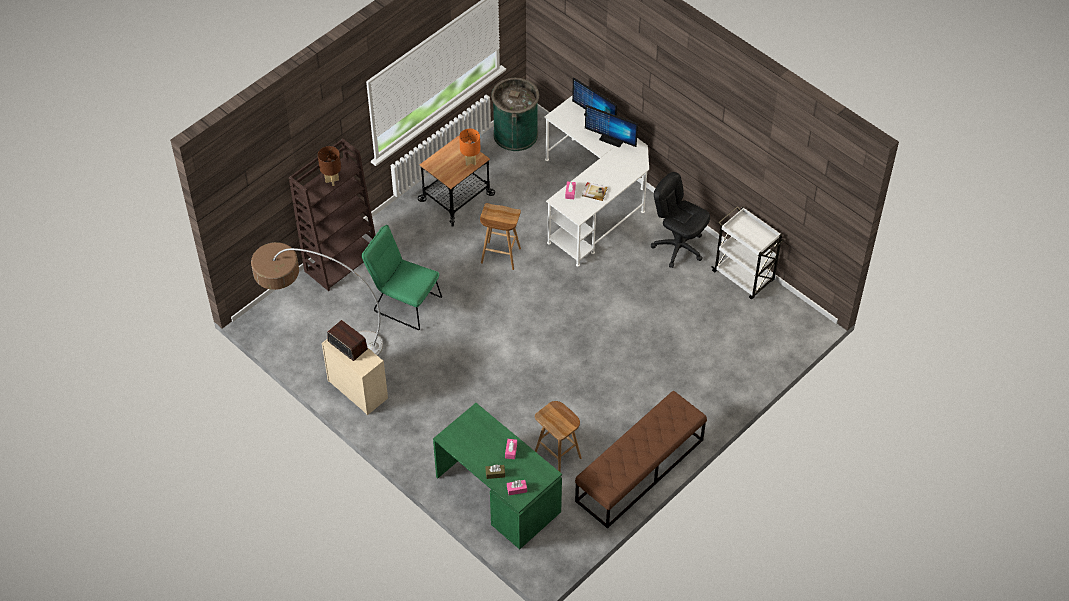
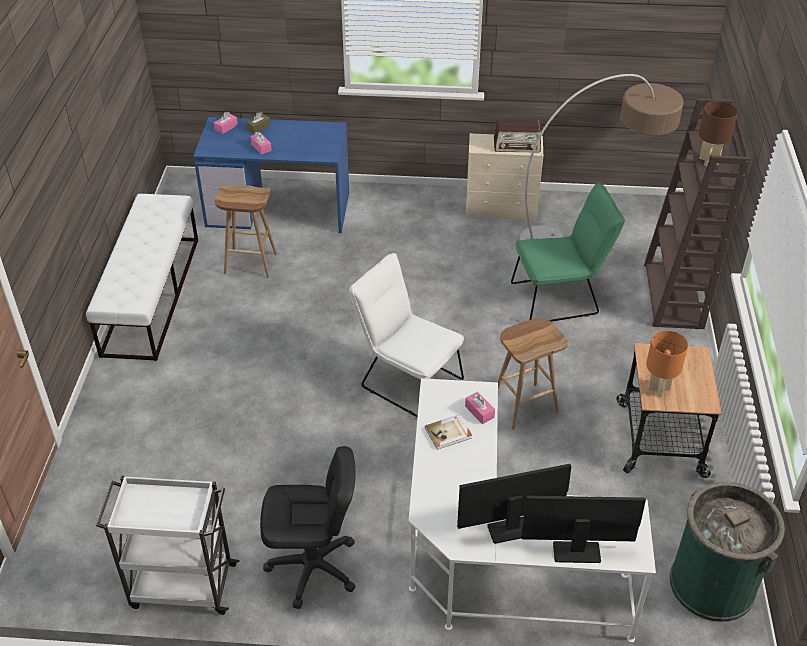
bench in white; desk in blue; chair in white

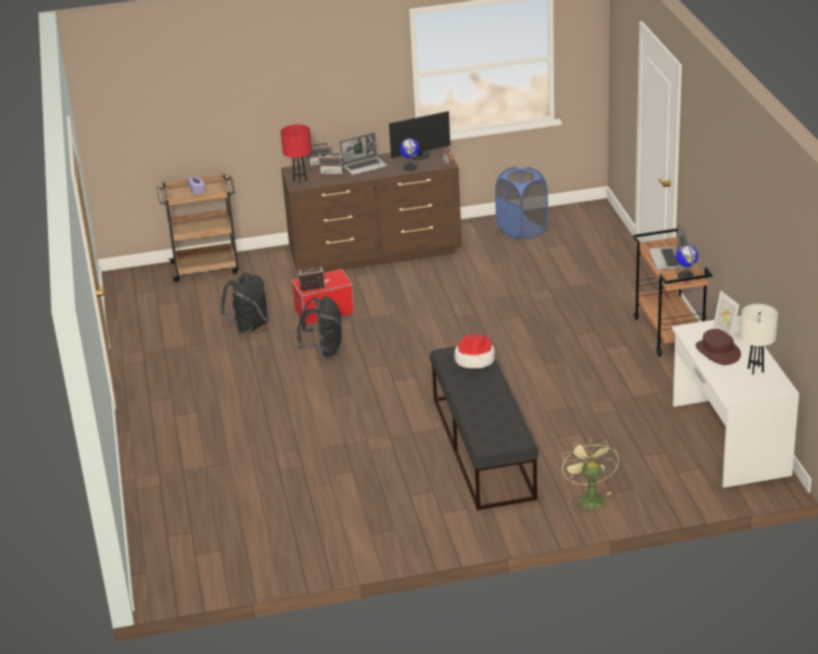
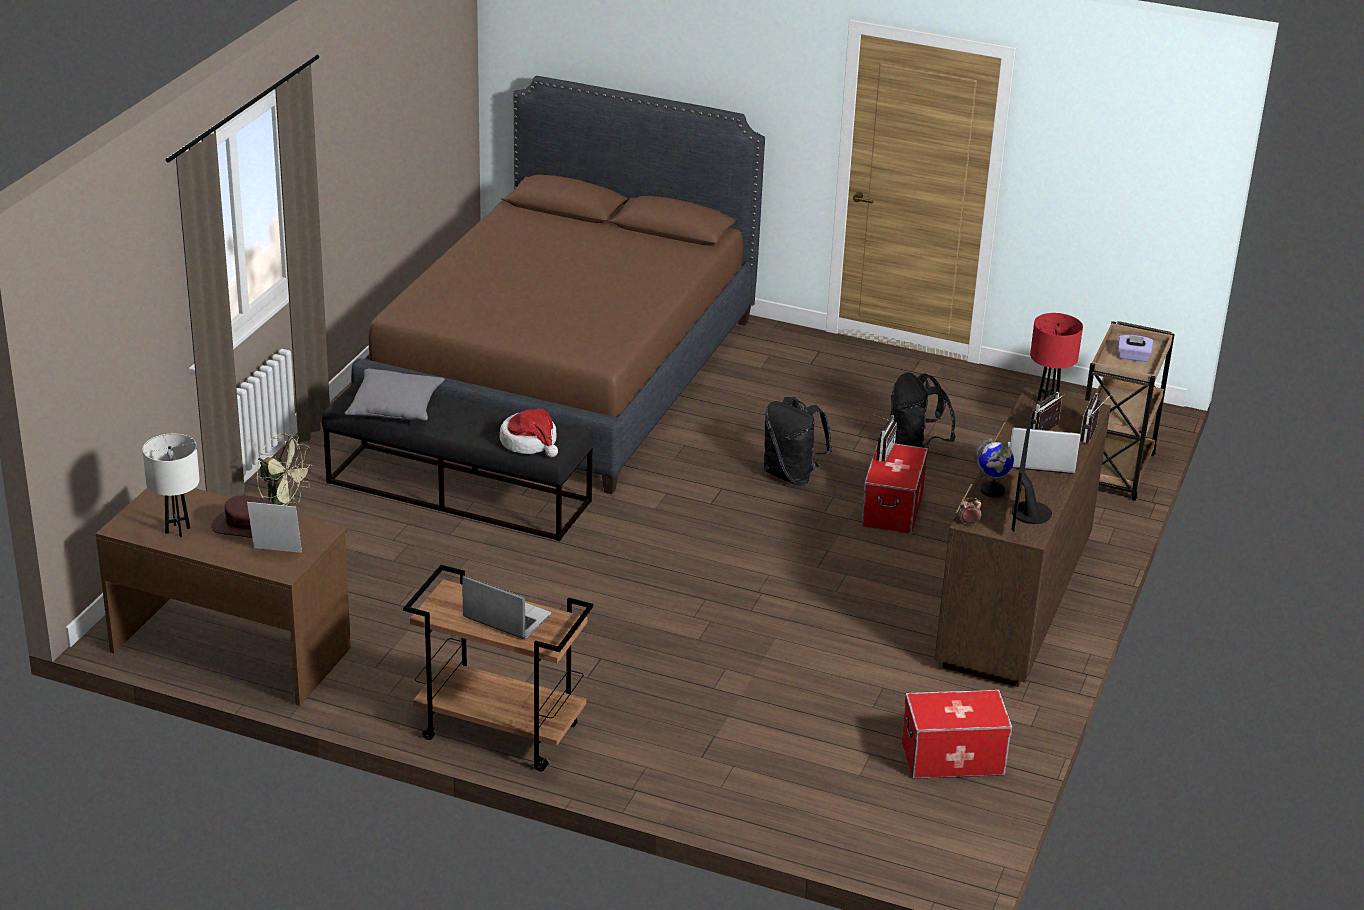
laptop (no. 2 from left); storage box (no. 2 from left); globe (no. 2 from left in the first image); desk in brown; bed in brown; pillow in grey

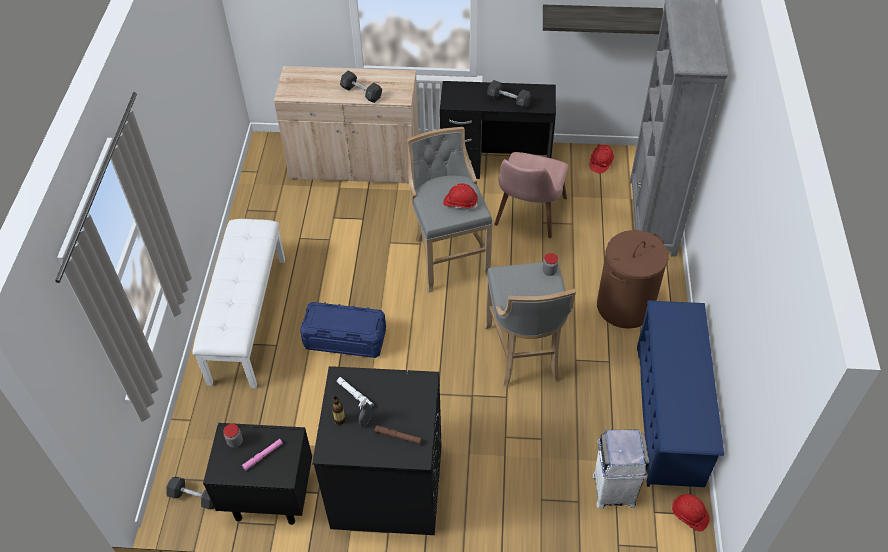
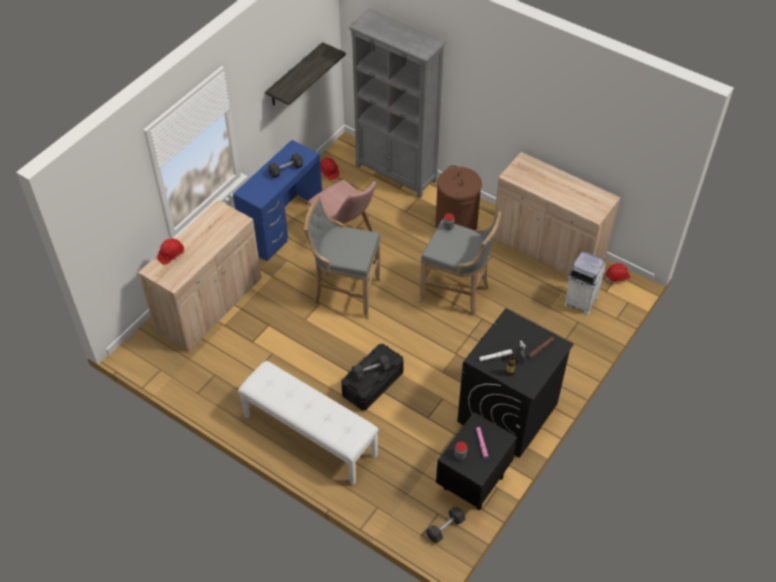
dumbbell in grey (no. 2 from left); desk in blue; hard hat in red (no. 1 from left); cabinet in beige (no. 2 from left); storage box in black

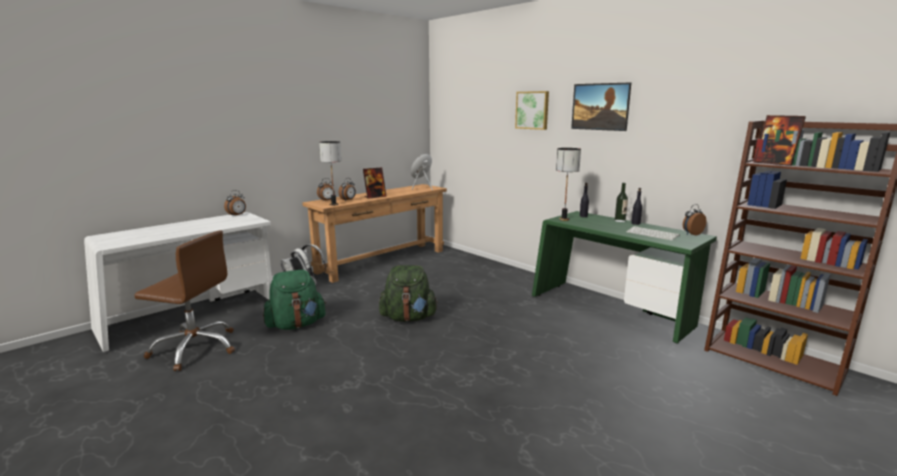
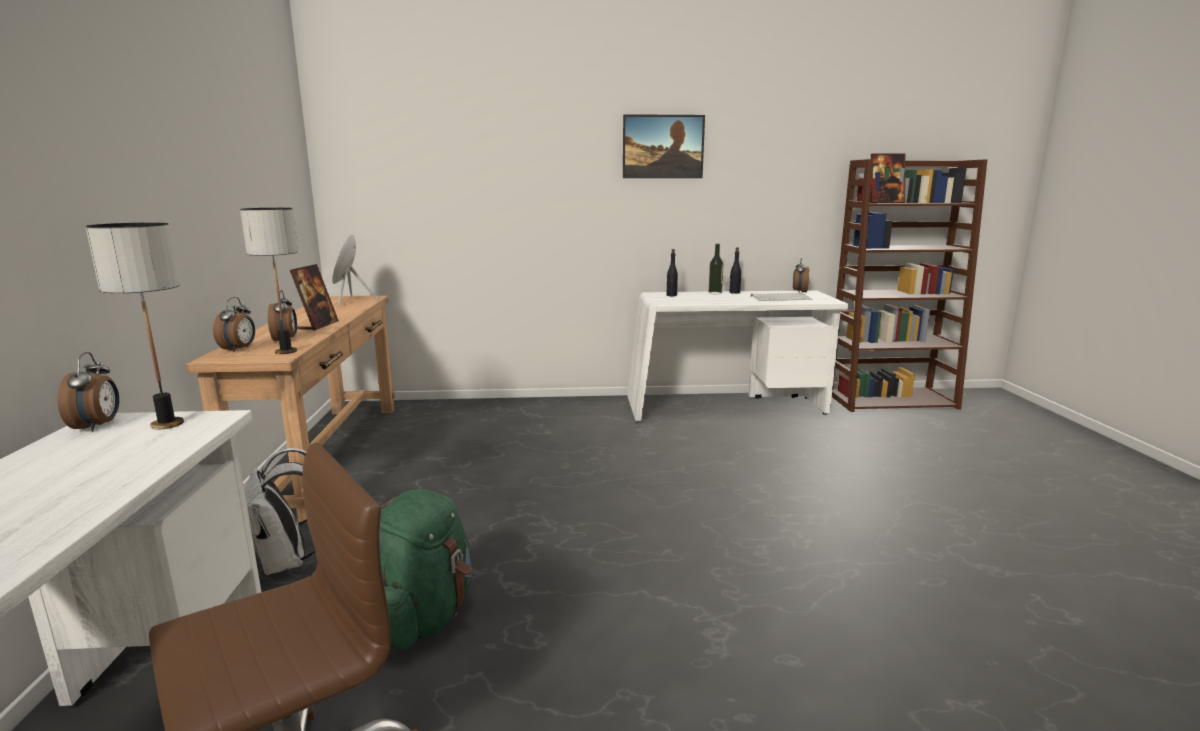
picture (no. 1 from left in the first image); table lamp (no. 1 from left); desk in white (no. 2 from left); backpack in green (no. 2 from left in the first image)

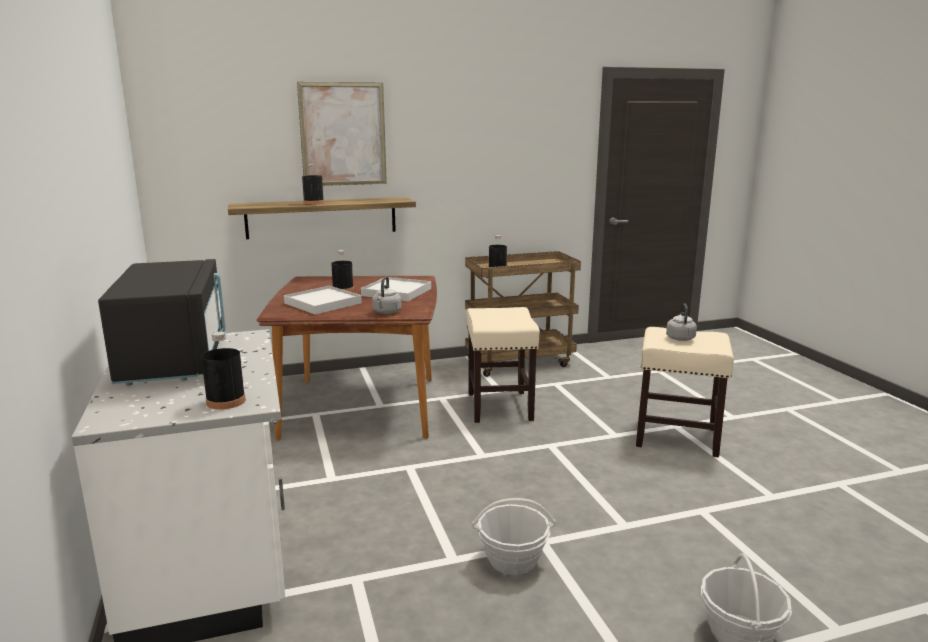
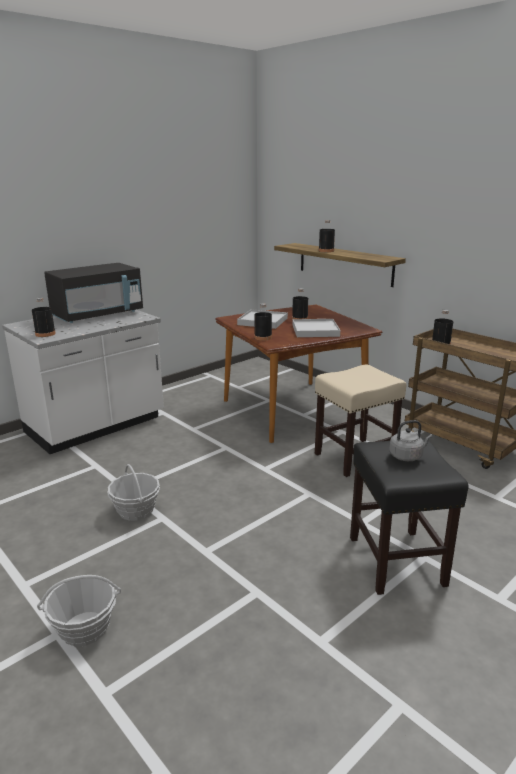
picture; bottle in black (no. 2 from left); stool in black

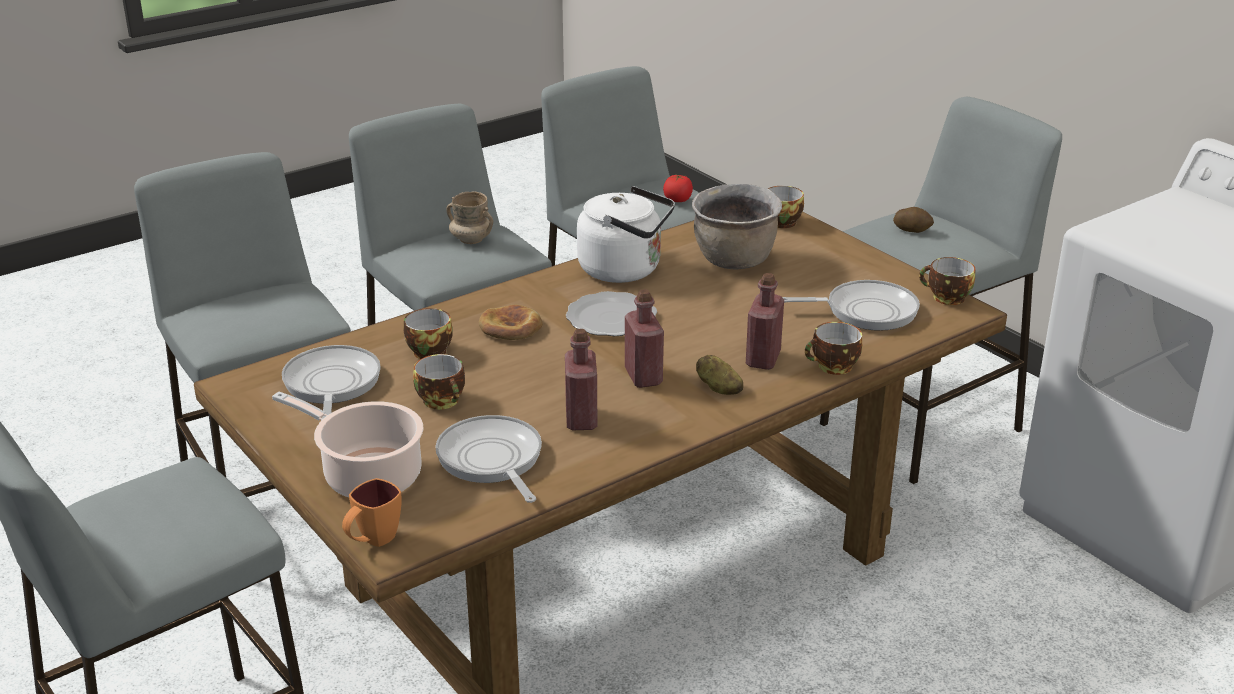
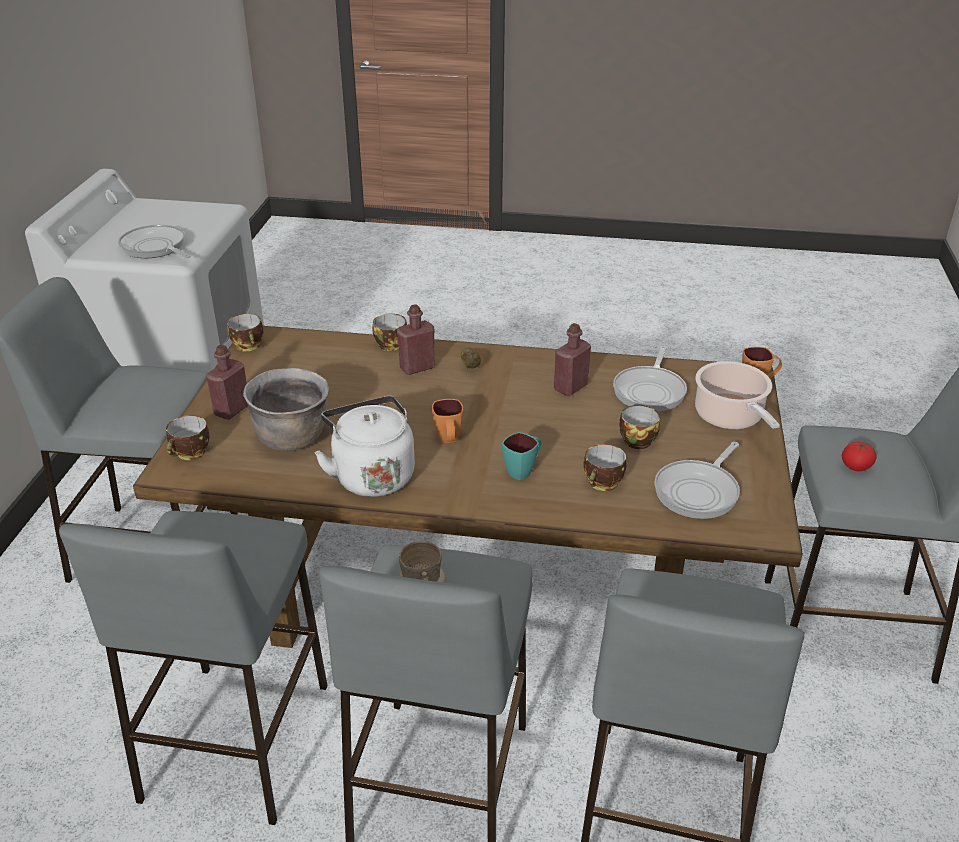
tomato; potato (no. 2 from left in the first image); frying pan (no. 1 from left); bottle in red (no. 1 from left); mug in orange (no. 1 from left); mug in turquoise

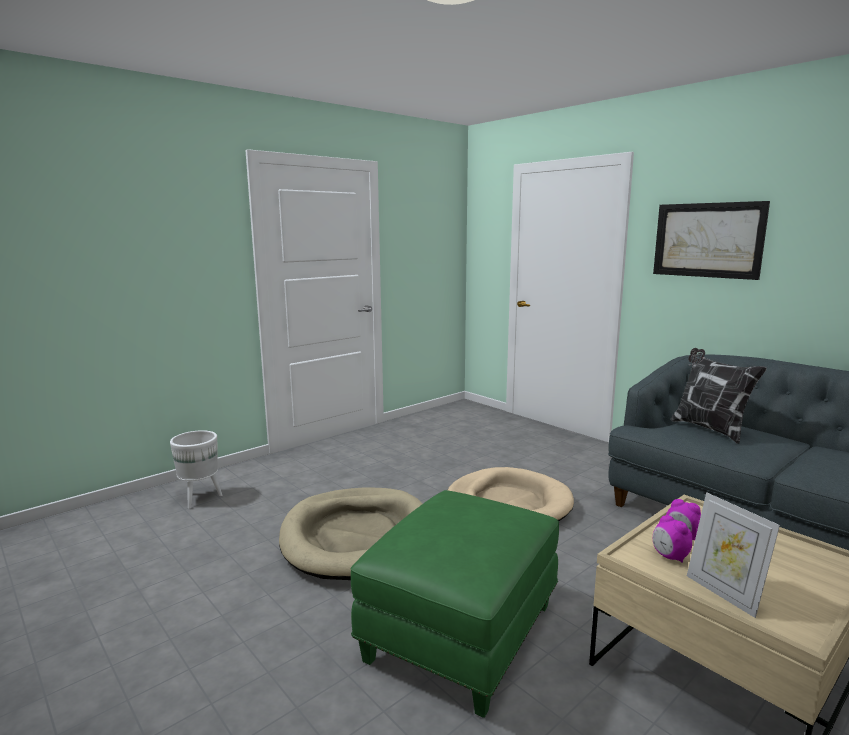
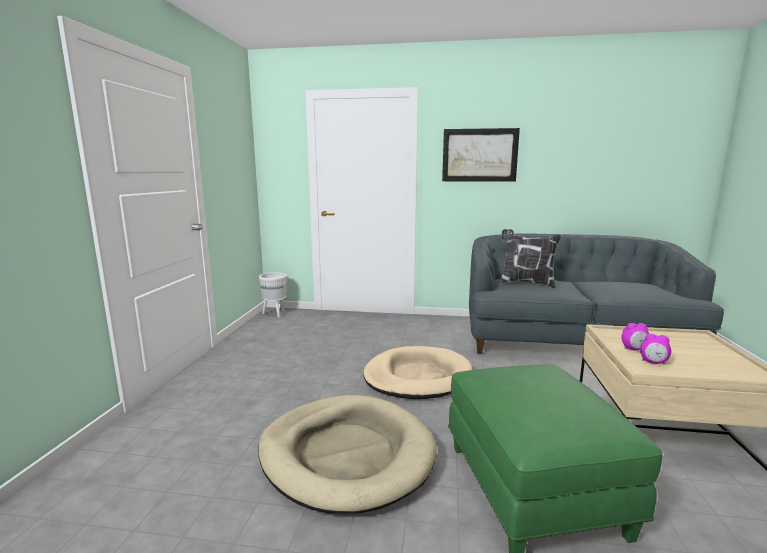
planter in white; picture frame

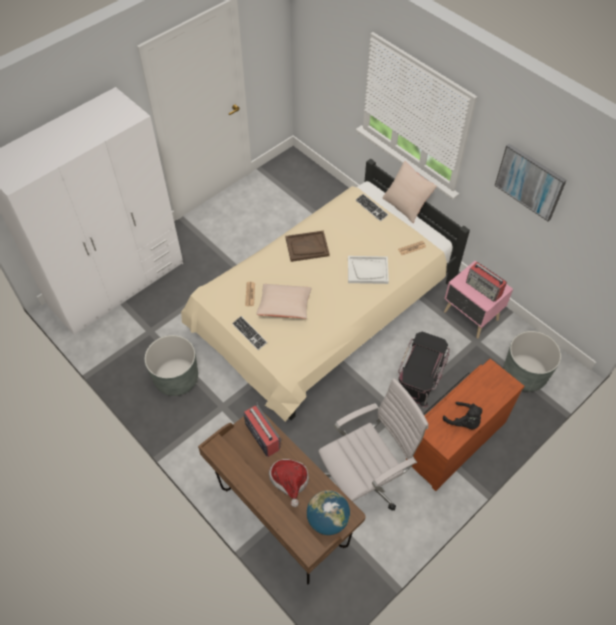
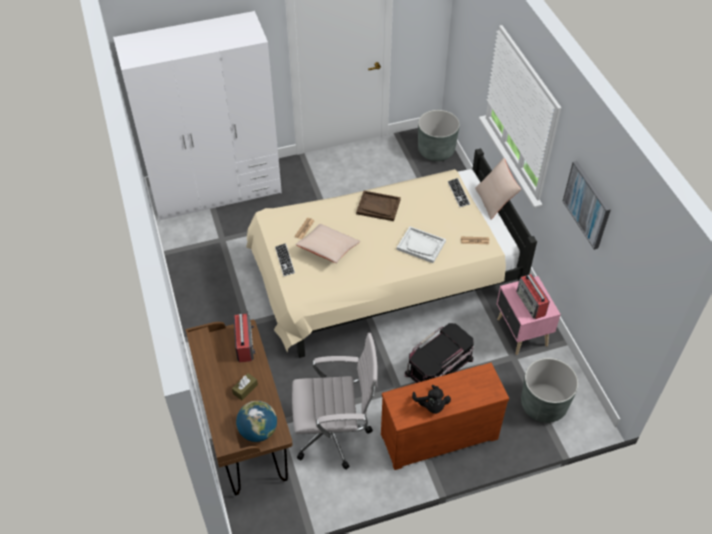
planter in grey (no. 1 from left); tissue box in brown

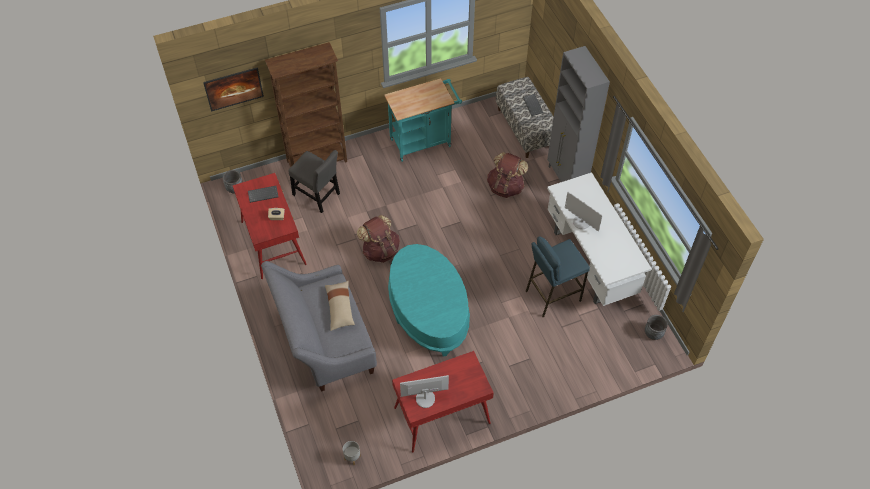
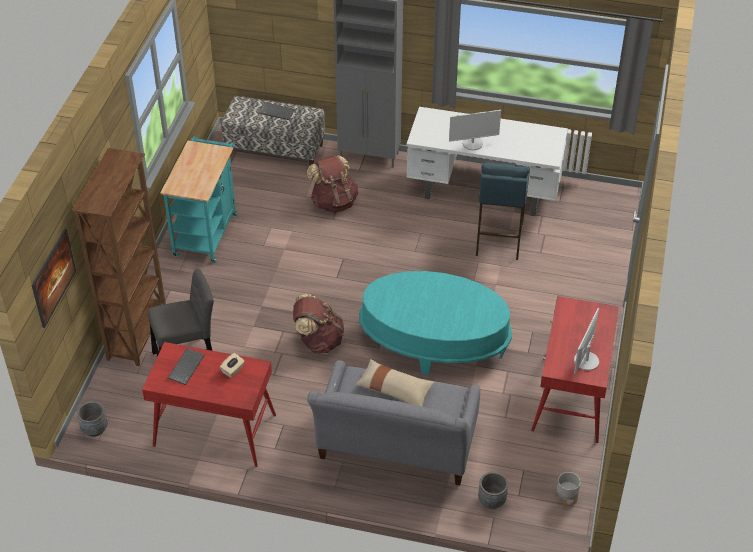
planter in grey (no. 2 from left)

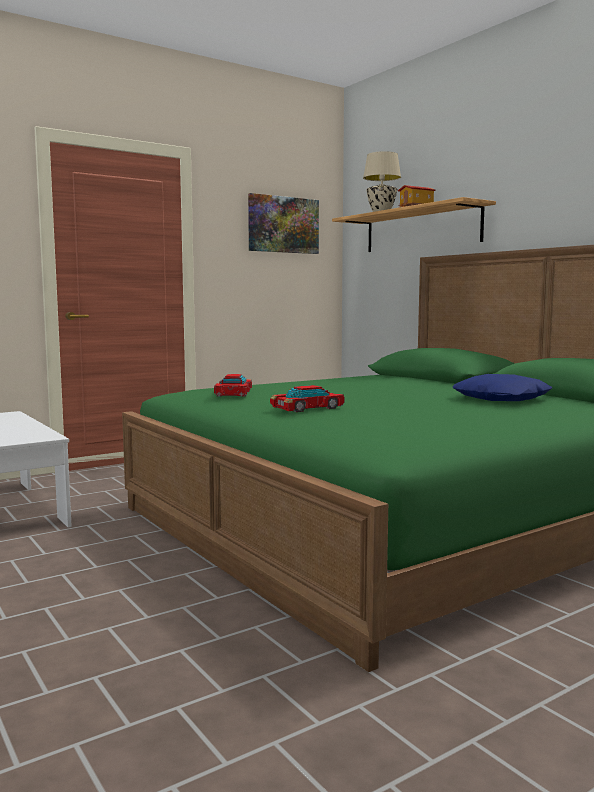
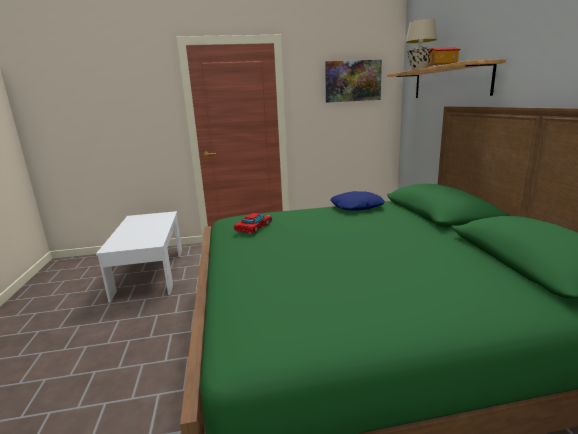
pillow in blue; toy car (no. 2 from left in the first image)

